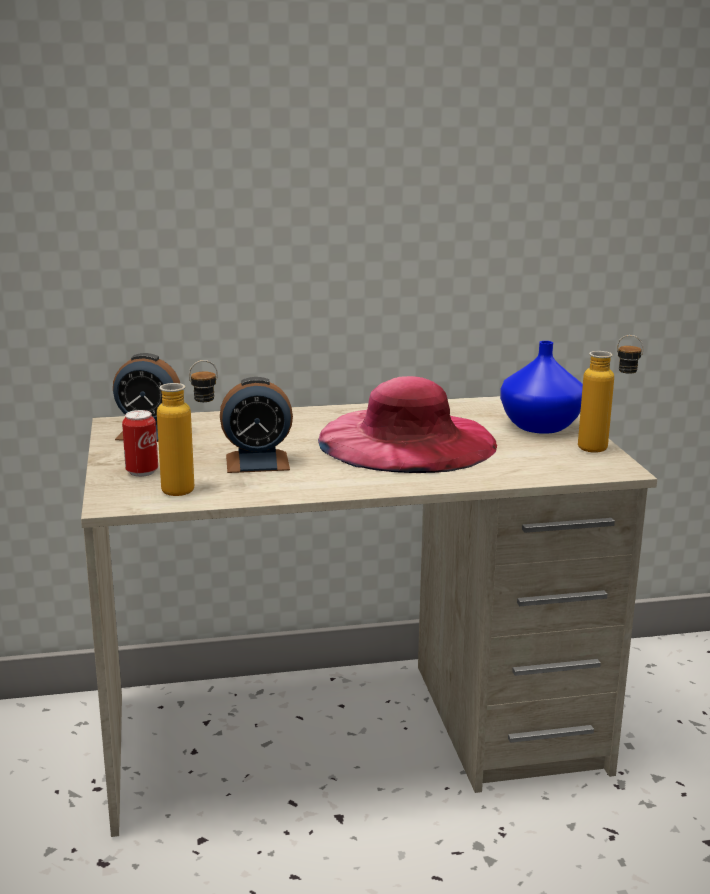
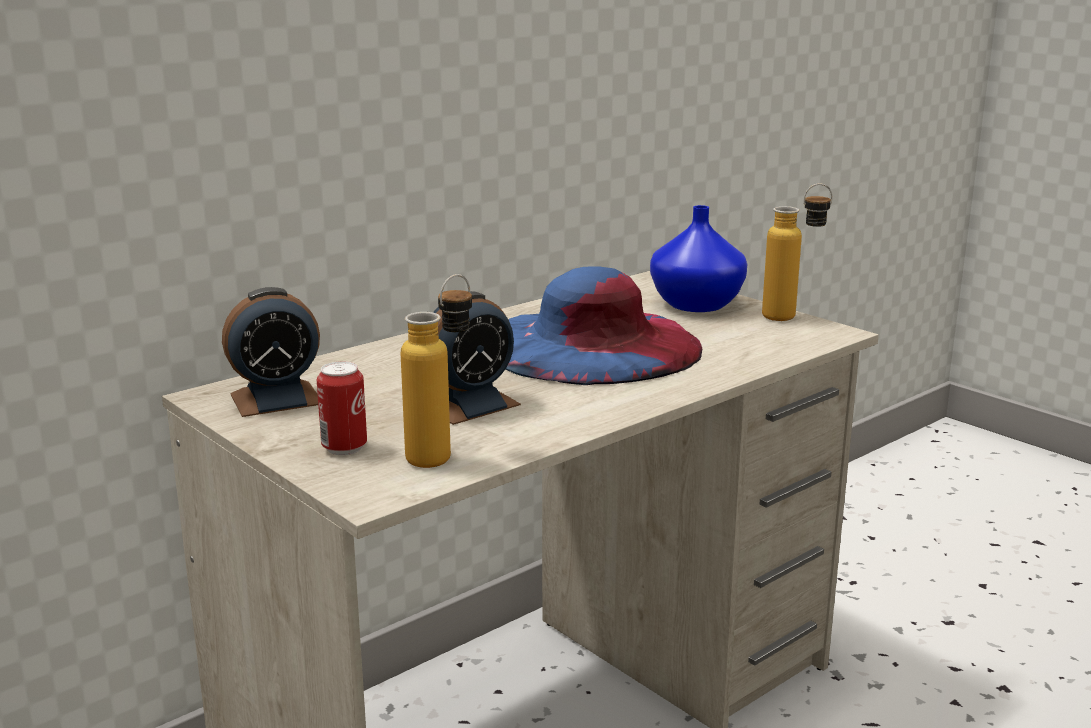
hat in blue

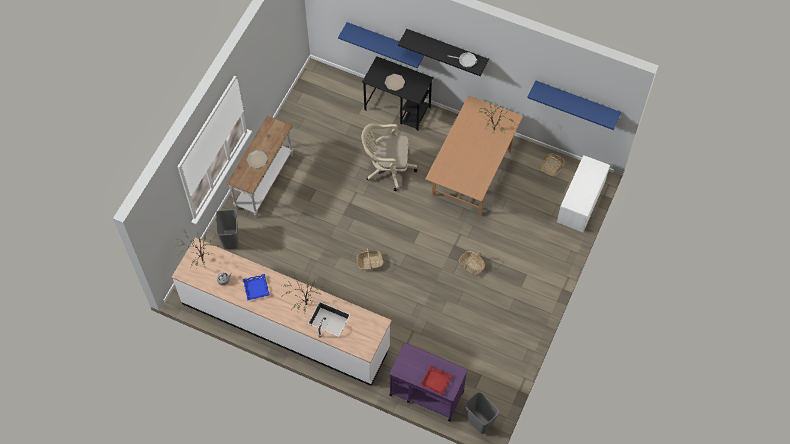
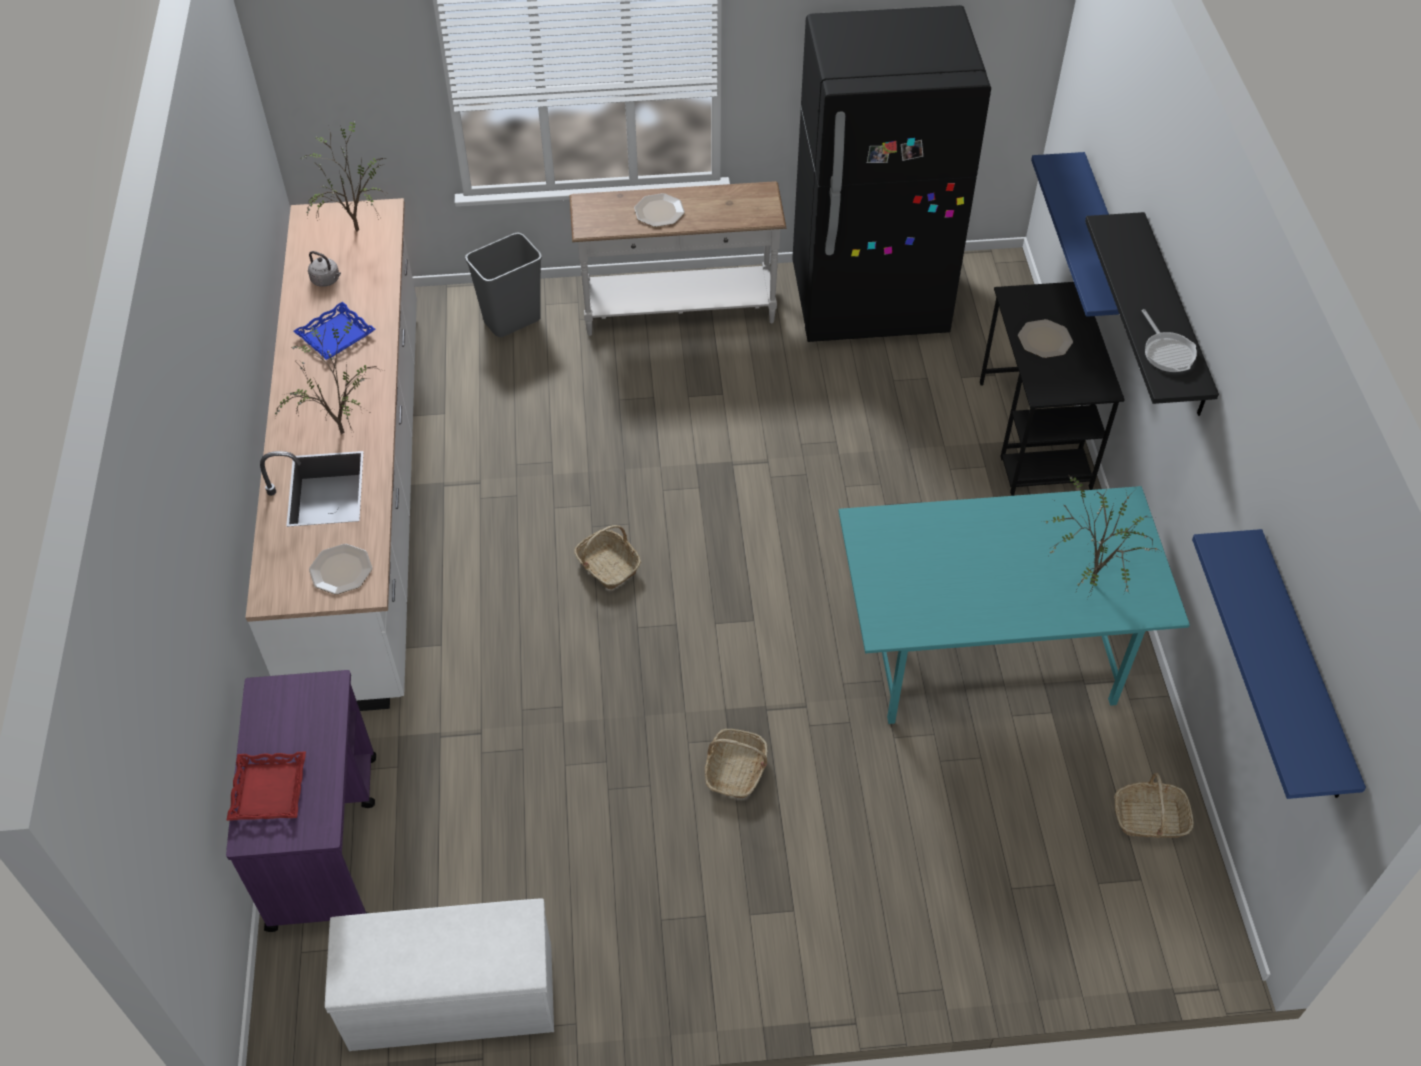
dining table in turquoise; office chair in beige; bench in white; trash can in grey (no. 2 from left in the first image); fridge in black; plate (no. 1 from left)

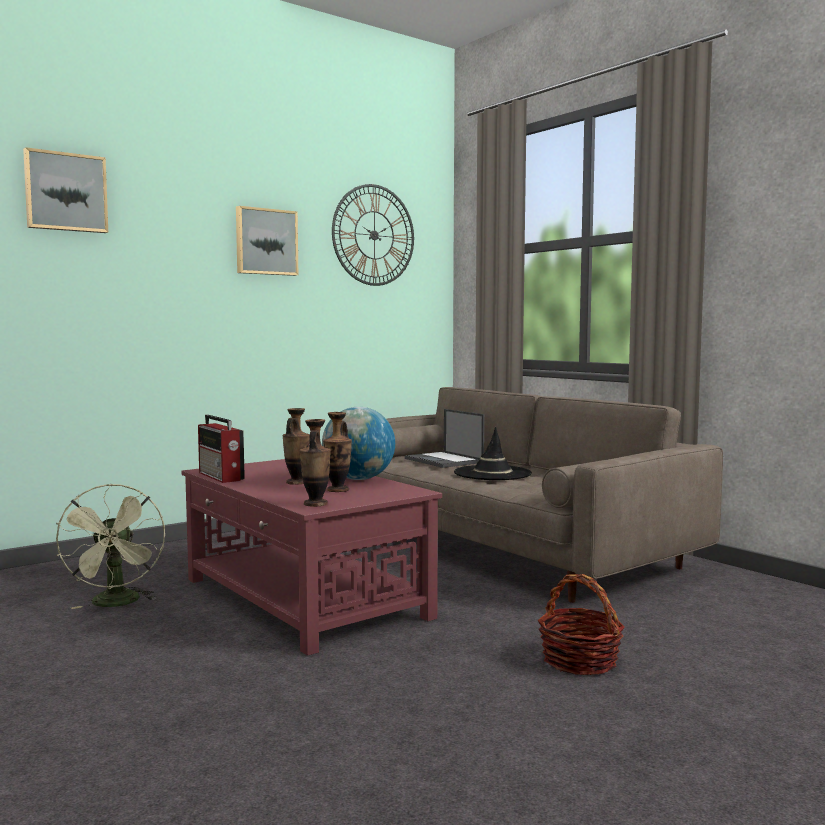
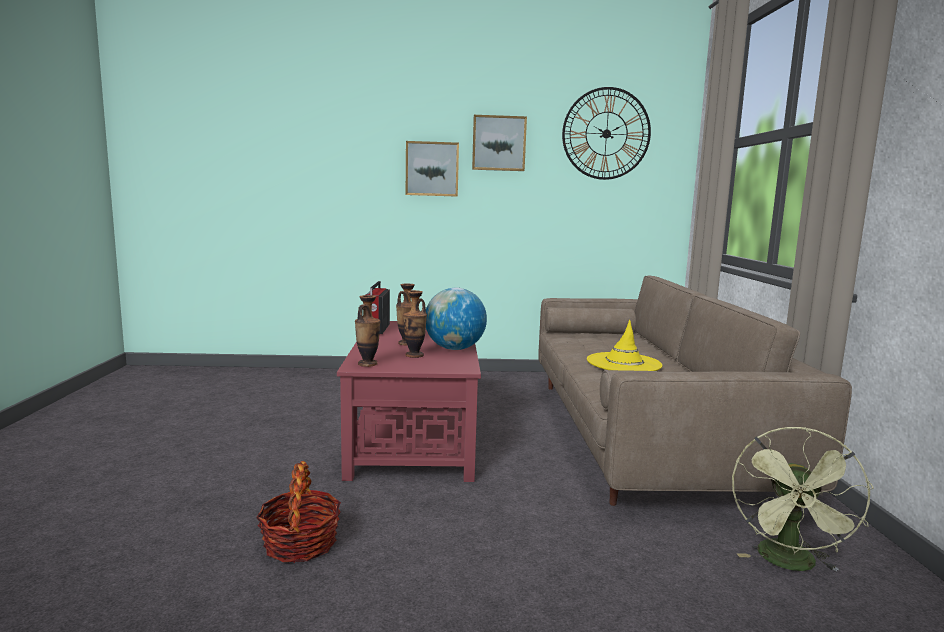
picture (no. 1 from left); laptop; hat in yellow; fan in green; basket

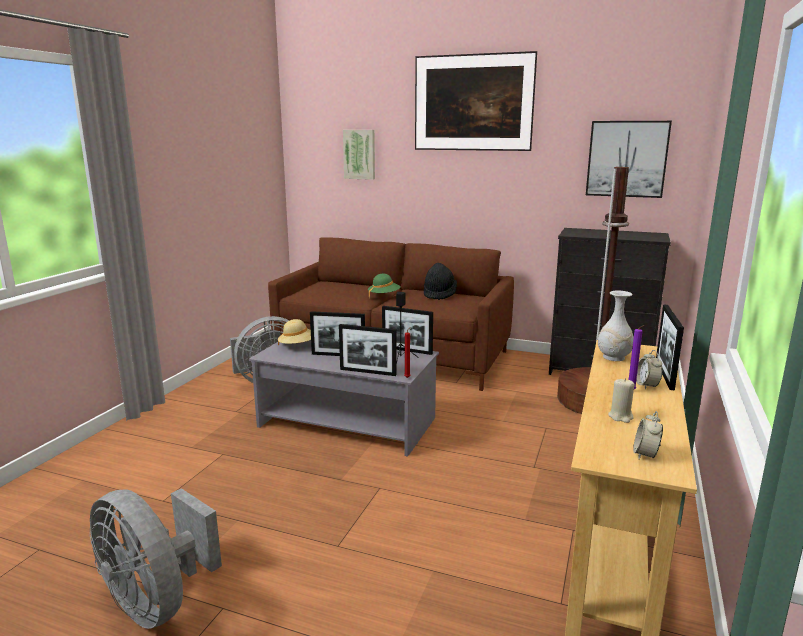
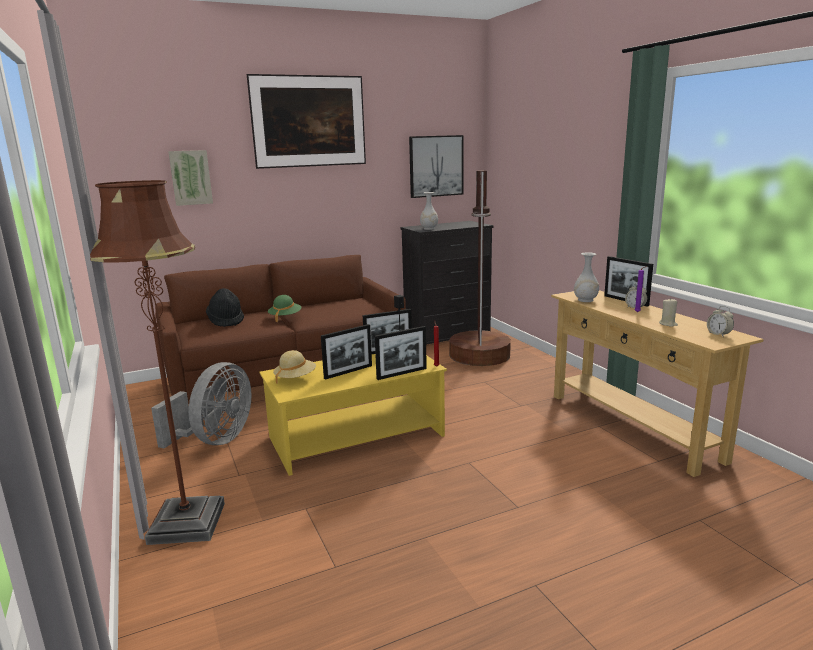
hat in black; coffee table in yellow; fan in grey (no. 1 from left in the first image); floor lamp in brown (no. 1 from left); vase in white (no. 1 from left)

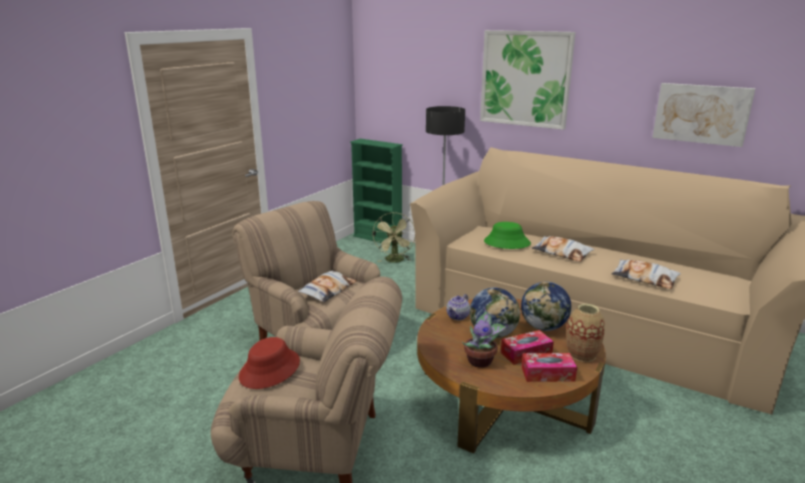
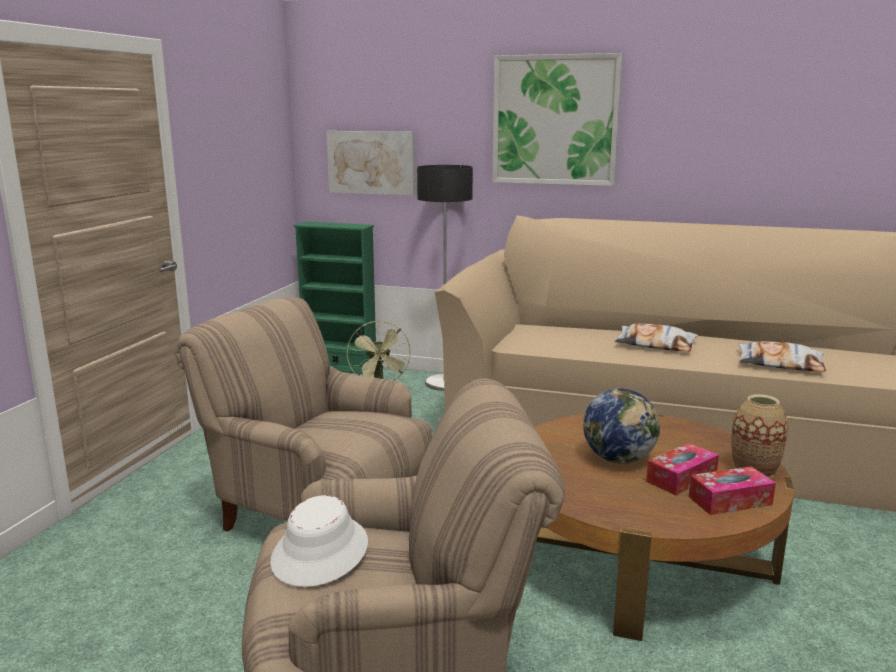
picture (no. 1 from left); hat in green; pillow (no. 1 from left in the first image); globe (no. 2 from left in the first image); teapot; potted plant; hat in white

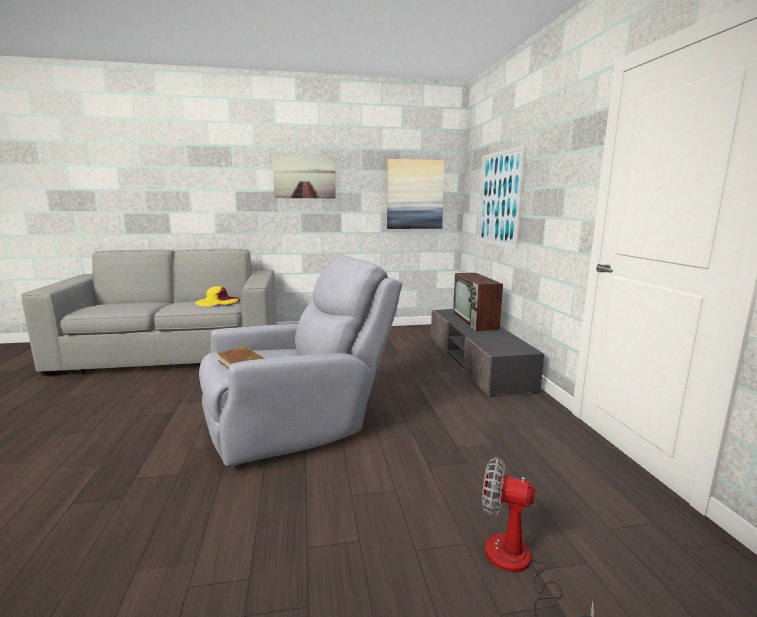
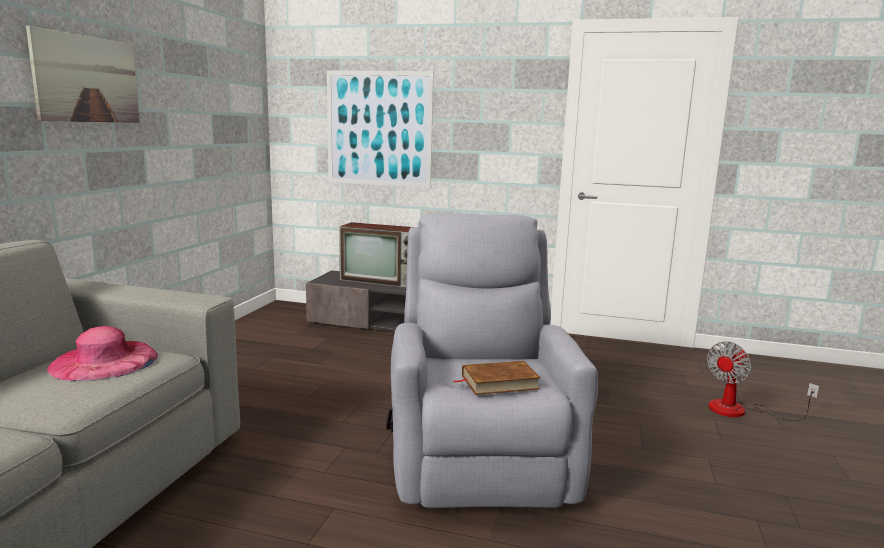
picture (no. 2 from left in the first image); hat in pink

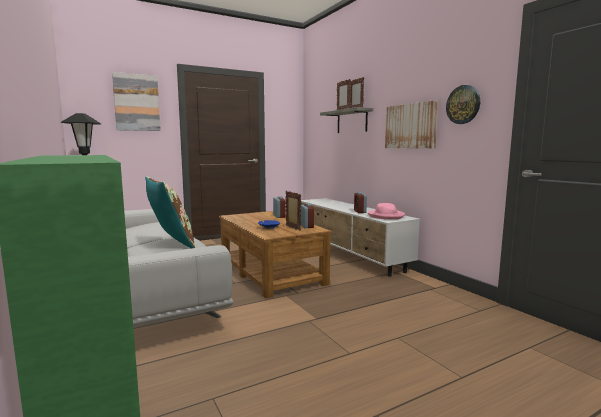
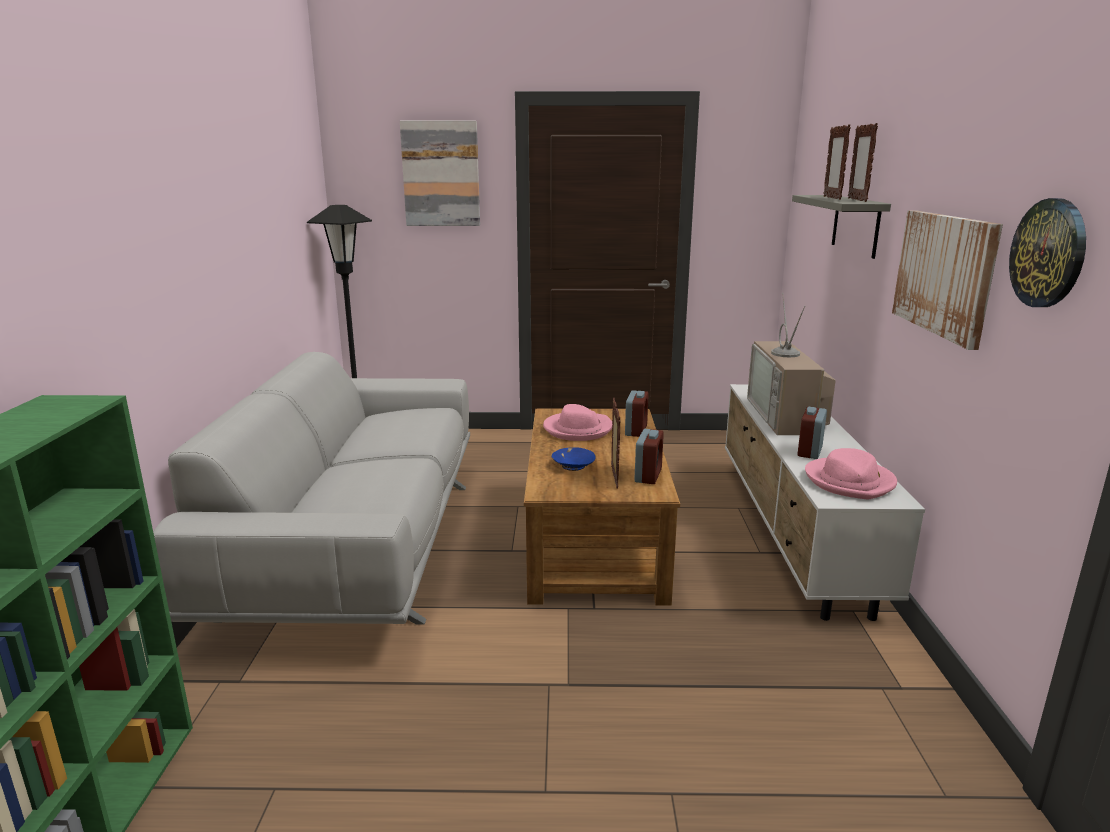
pillow in brown; television; hat in pink (no. 1 from left)

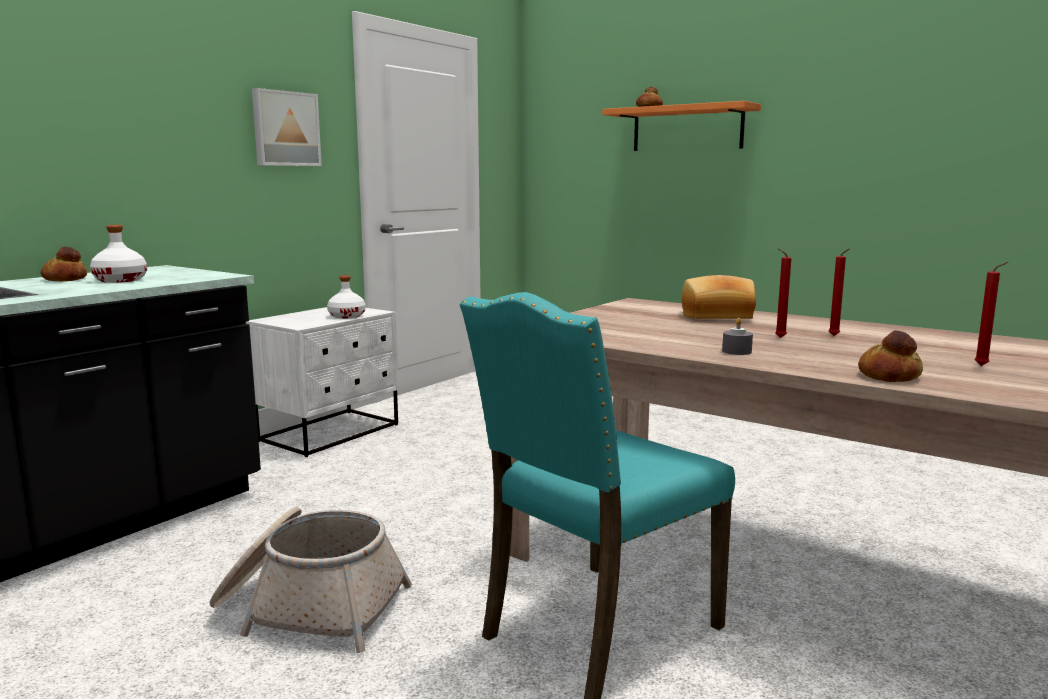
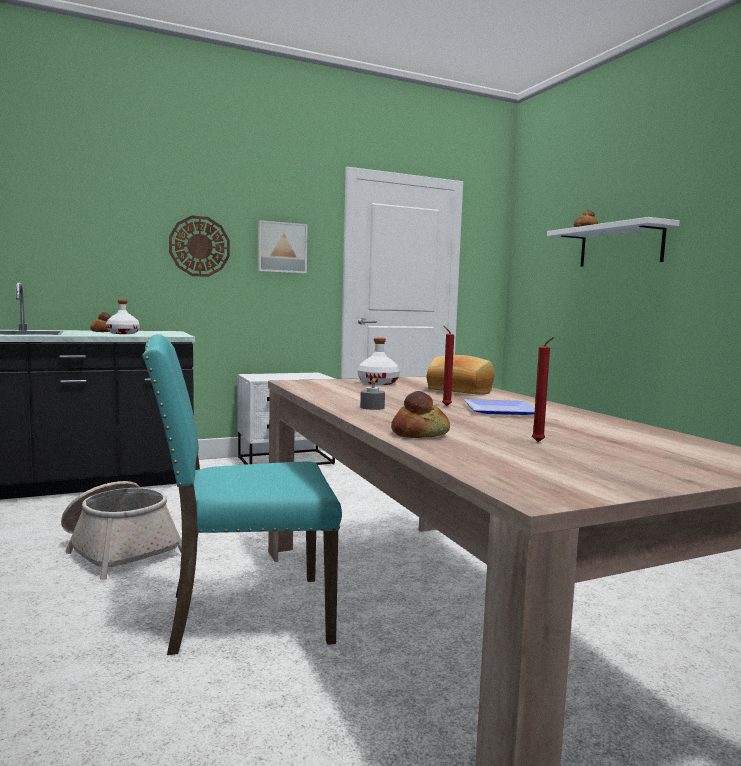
shelf in white; plate; bottle in white (no. 2 from left); wall clock

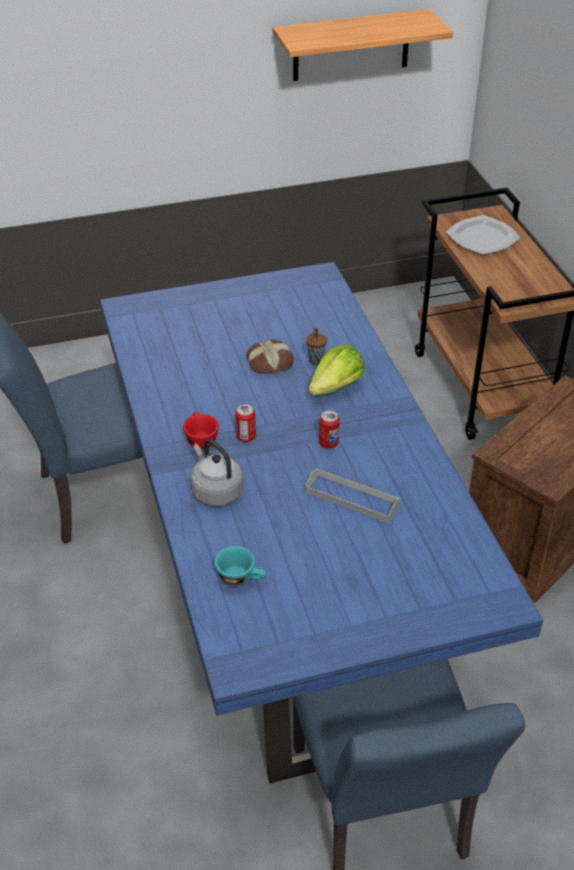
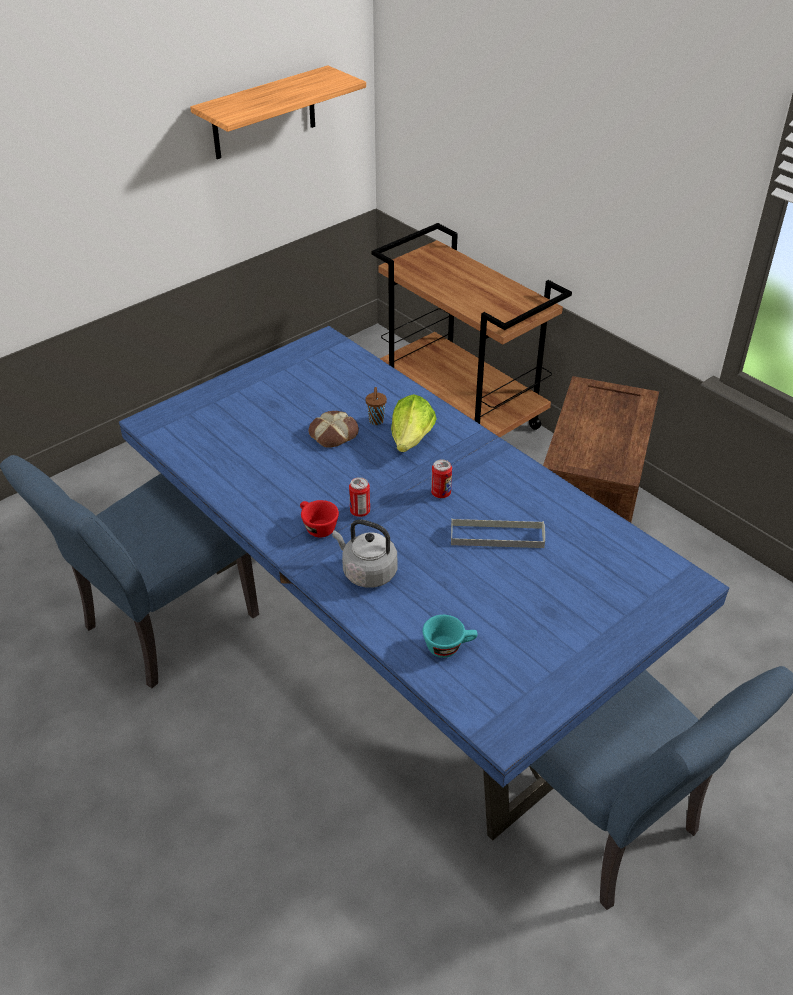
plate

